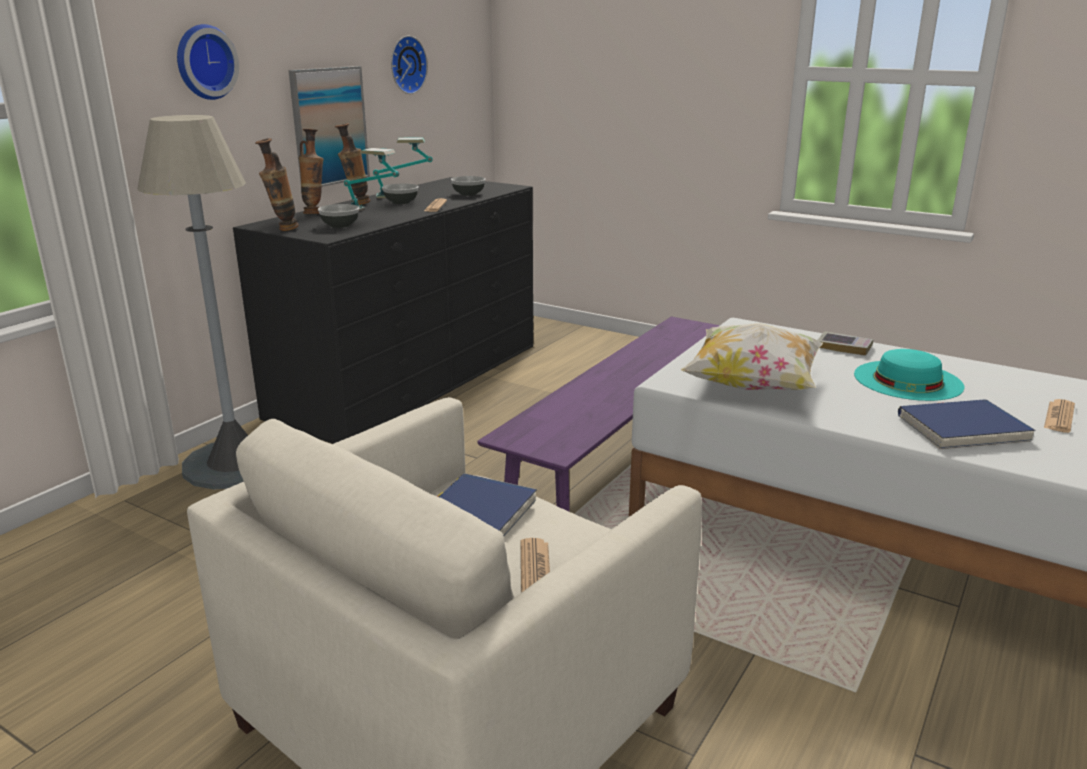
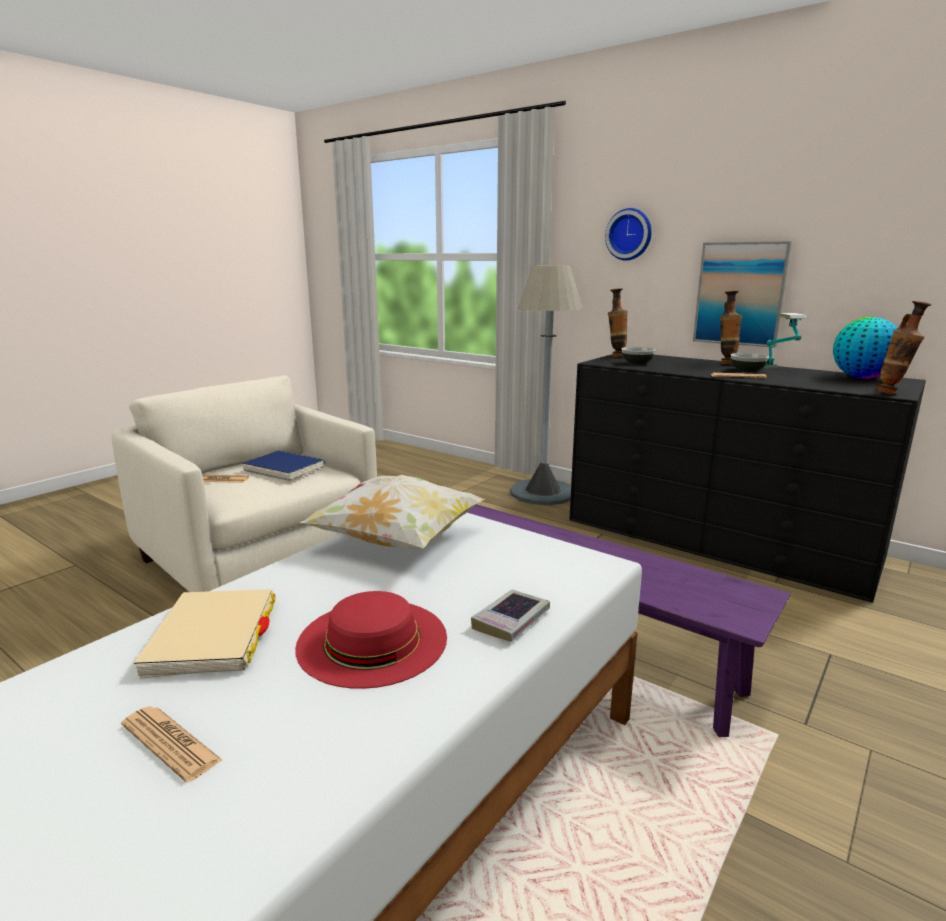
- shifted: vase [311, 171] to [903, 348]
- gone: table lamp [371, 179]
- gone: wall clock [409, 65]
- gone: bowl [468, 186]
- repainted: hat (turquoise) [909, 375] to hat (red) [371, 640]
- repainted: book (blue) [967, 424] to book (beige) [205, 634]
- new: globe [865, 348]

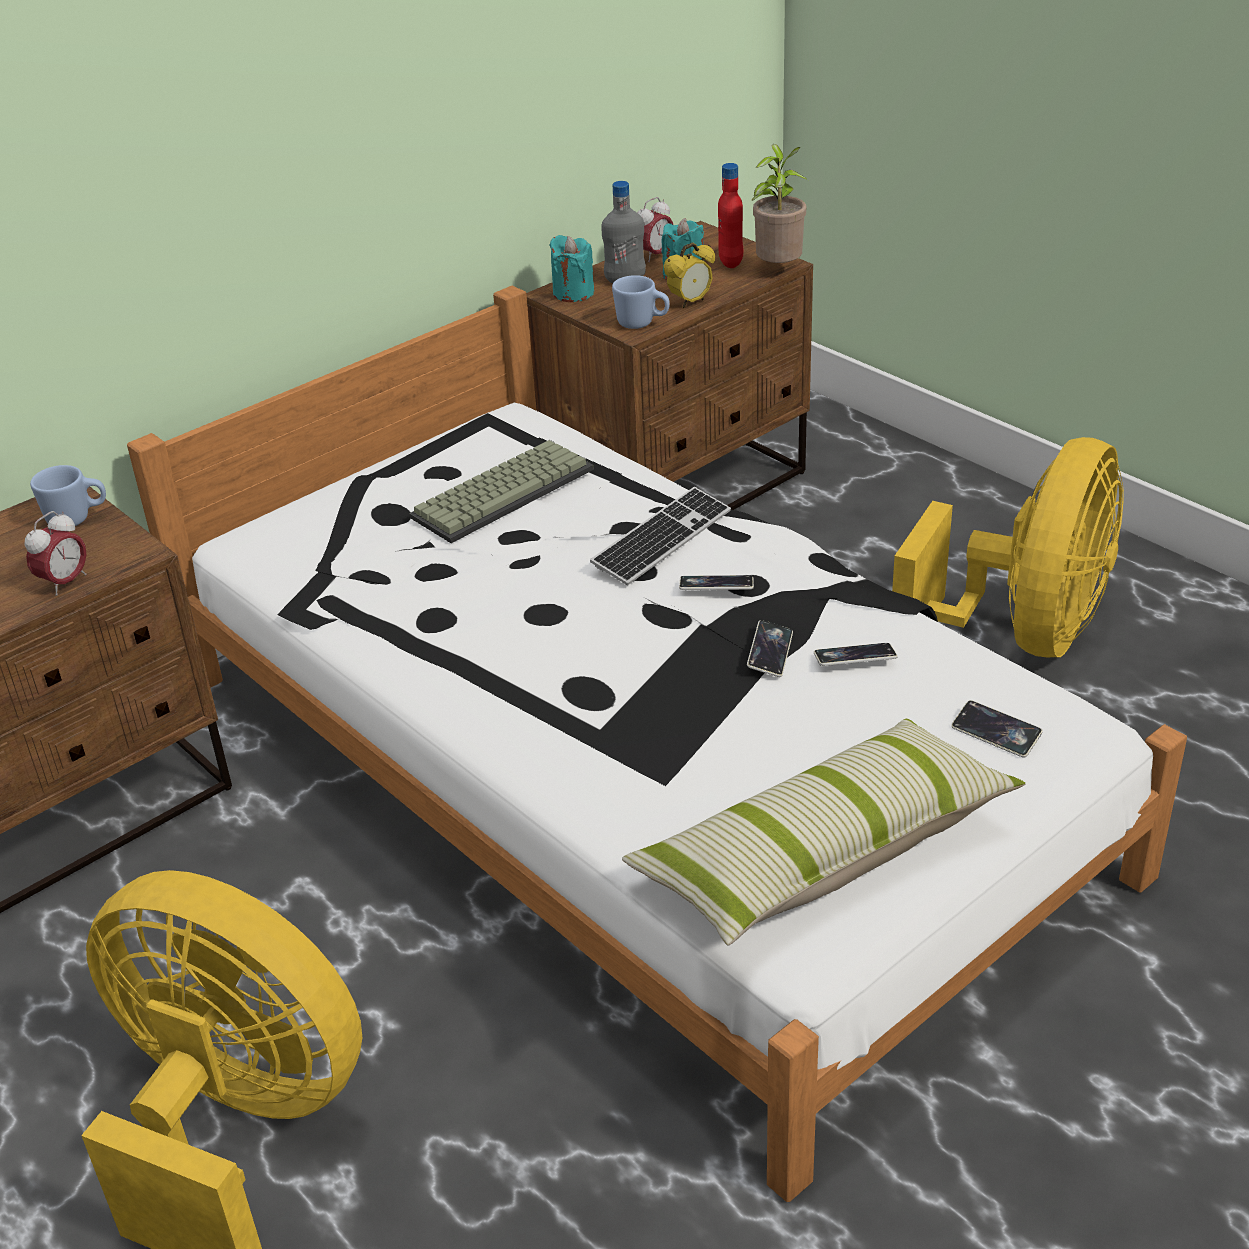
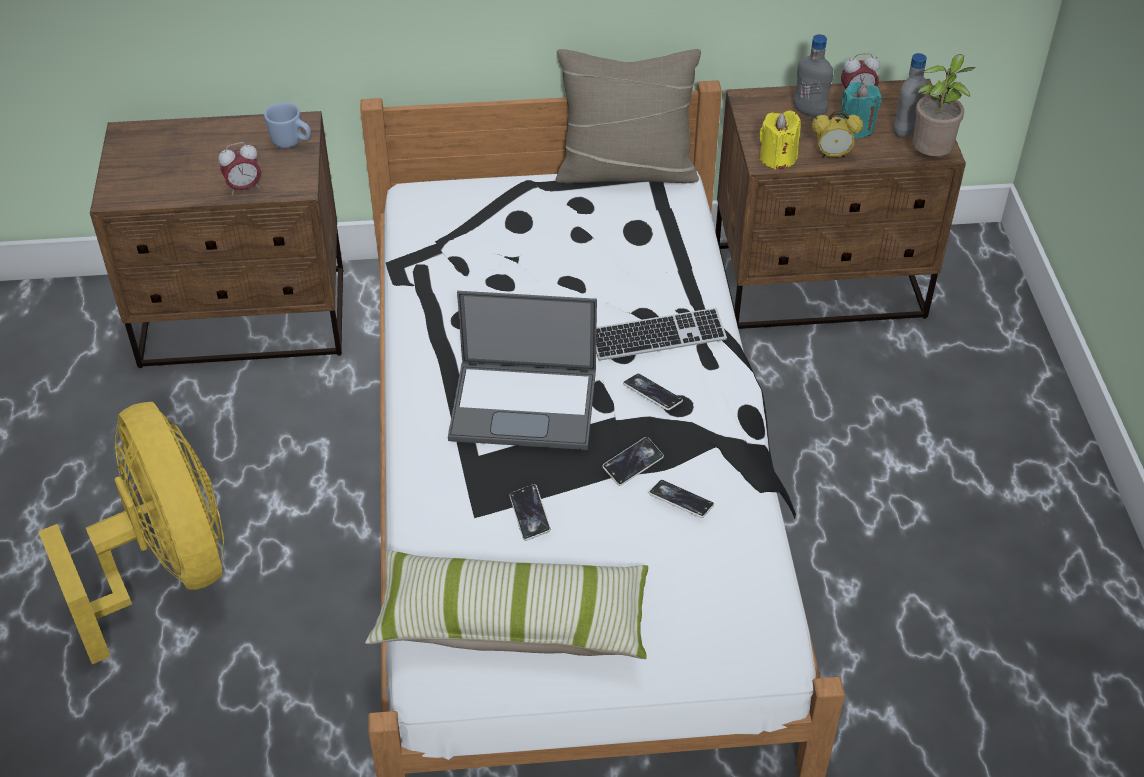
- gone: keyboard [502, 491]
- gone: candle (turquoise) [571, 268]
- swapped: mug (blue) [641, 302] to candle (yellow) [780, 140]
- repainted: bottle (red) [731, 215] to bottle (grey) [910, 95]
- gone: fan (yellow) [1008, 547]
- shifted: phone [997, 729] to [530, 512]
- new: laptop [522, 370]
- new: pillow (beige) [628, 116]

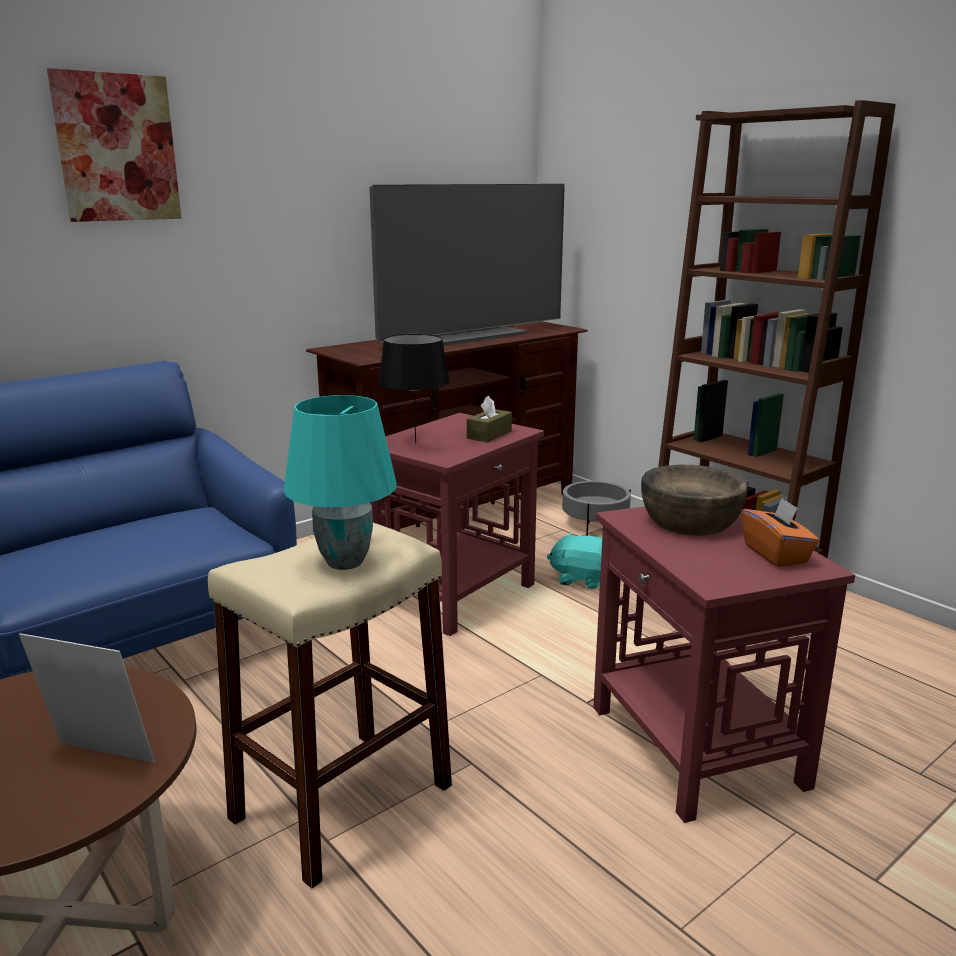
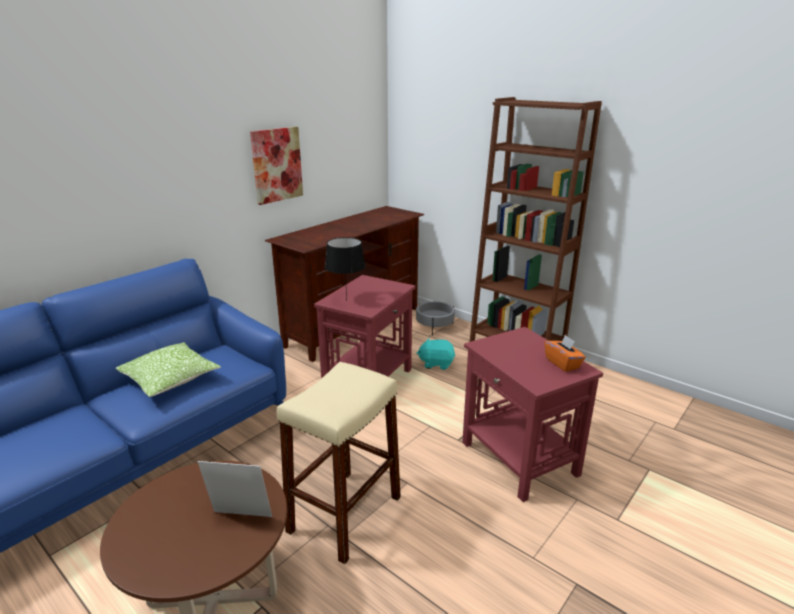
- shifted: picture [114, 145] to [276, 166]
- gone: table lamp (turquoise) [340, 482]
- gone: television [467, 265]
- gone: tissue box (brown) [489, 419]
- gone: bowl (brown) [694, 500]
- new: pillow [168, 369]

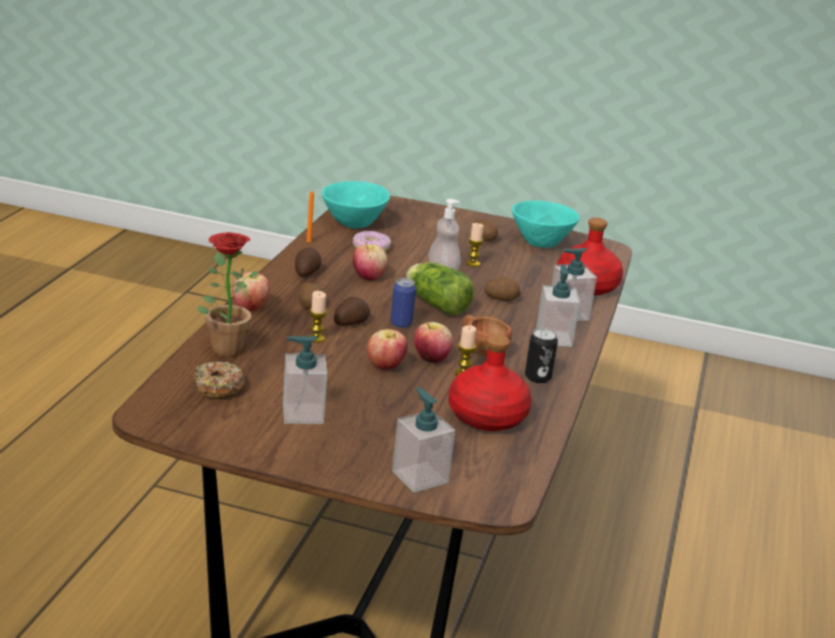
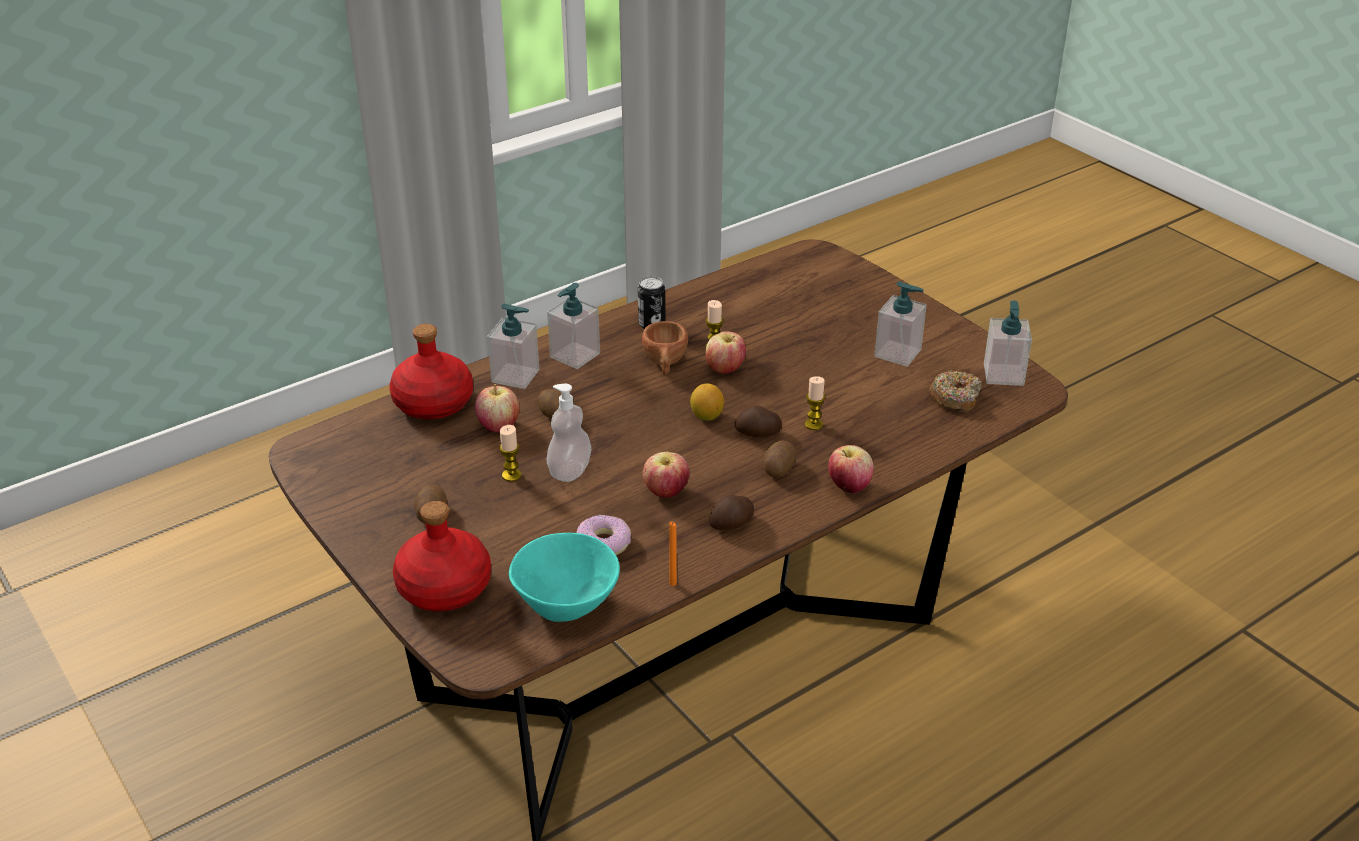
- gone: potted plant [227, 294]
- shifted: apple [387, 349] to [497, 408]
- swapped: can [403, 303] to lemon [707, 402]
- shifted: soap dispenser [423, 439] to [1008, 343]
- gone: lettuce [440, 288]
- shifted: bottle (red) [490, 382] to [442, 556]
- gone: bowl (turquoise) [546, 224]

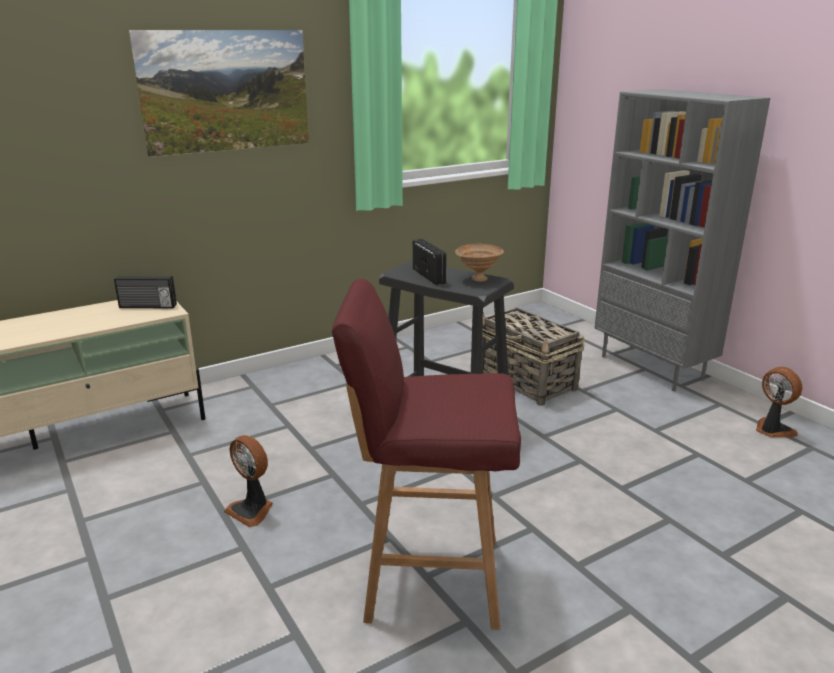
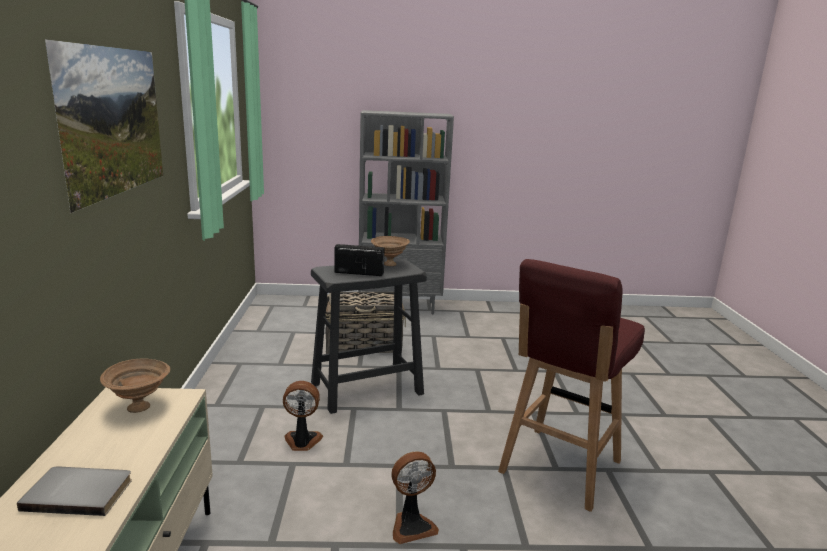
- swapped: radio [145, 292] to bowl (brown) [135, 385]
- shifted: fan [779, 402] to [303, 416]
- new: book (grey) [74, 491]

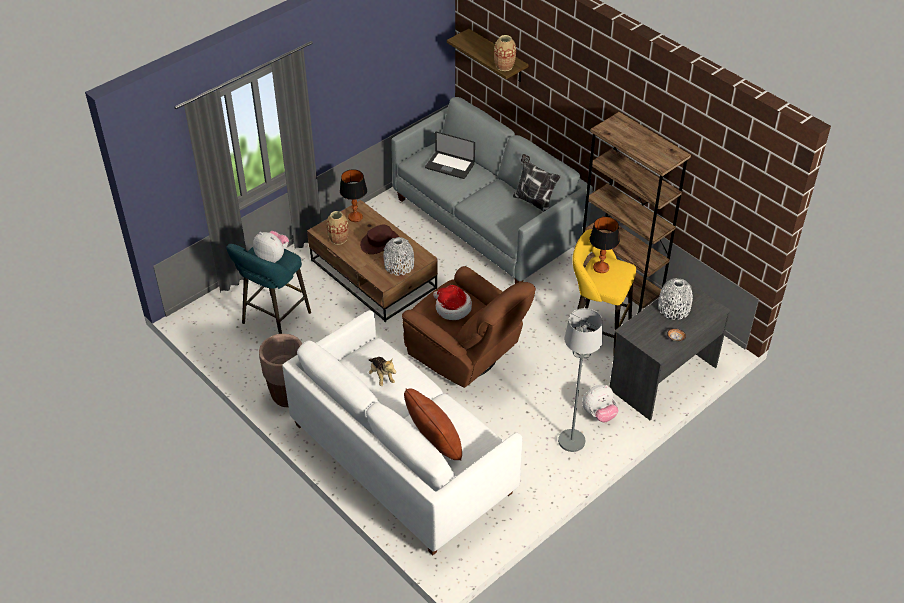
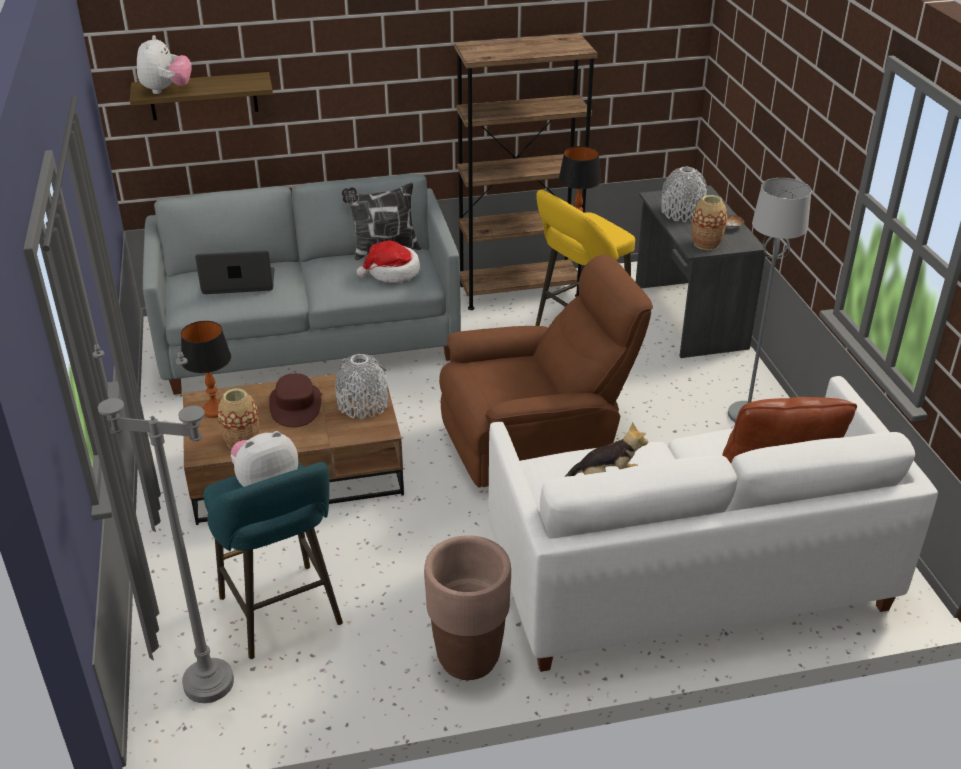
- rotated: laptop [450, 155] = [234, 272] 150 degrees counterclockwise
- shifted: hat [452, 302] to [388, 262]
- shifted: vase [505, 53] to [709, 222]
- shifted: plush toy [600, 403] to [164, 64]
- new: floor lamp (grey) [163, 523]

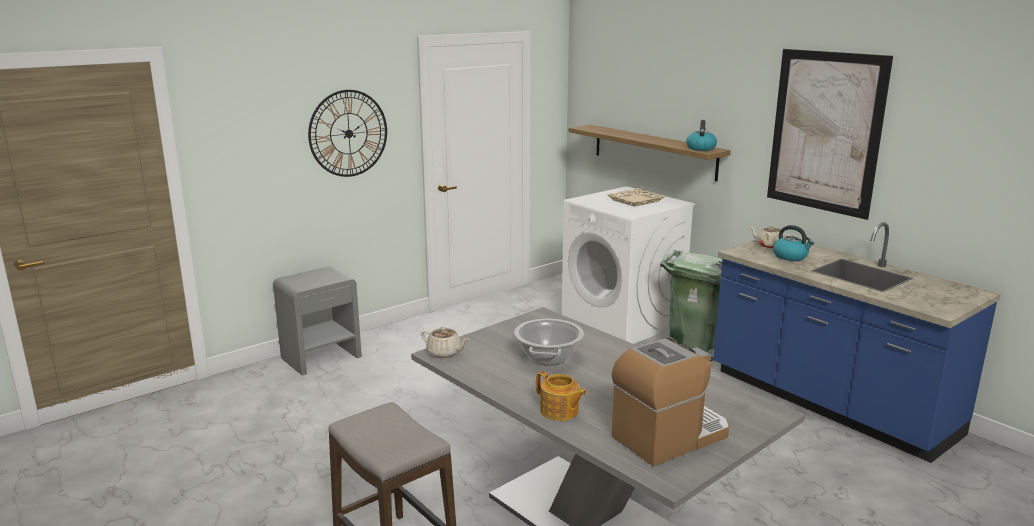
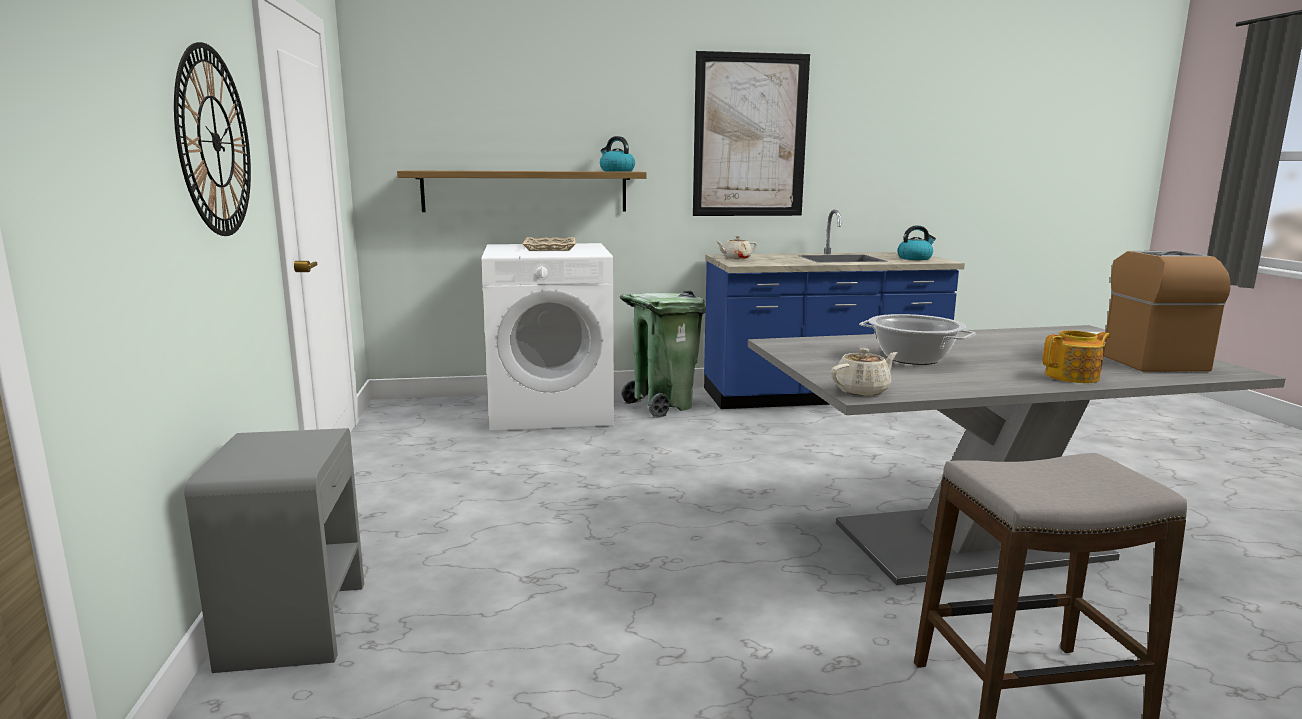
- shifted: kettle [793, 243] to [916, 242]

